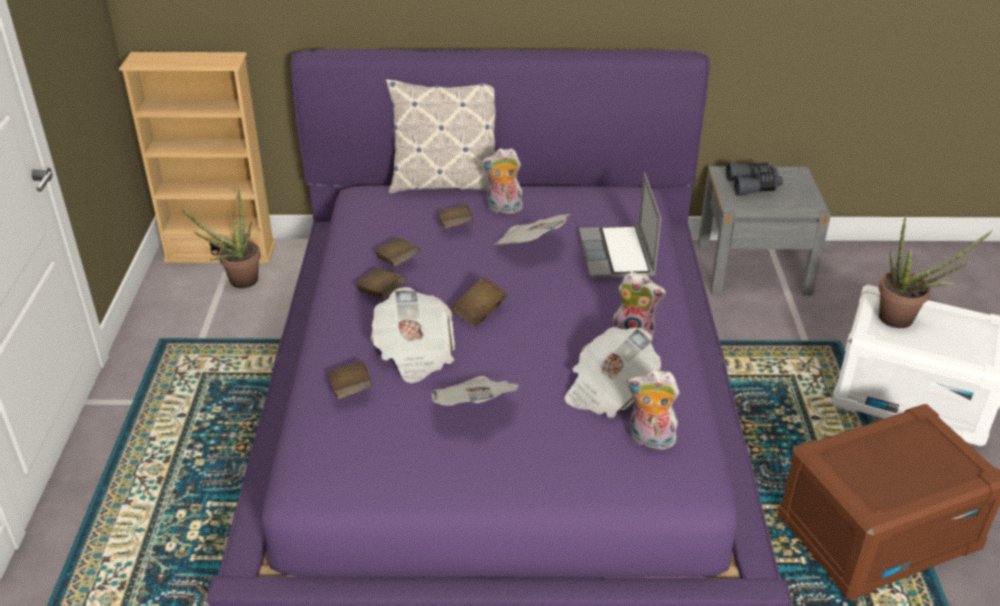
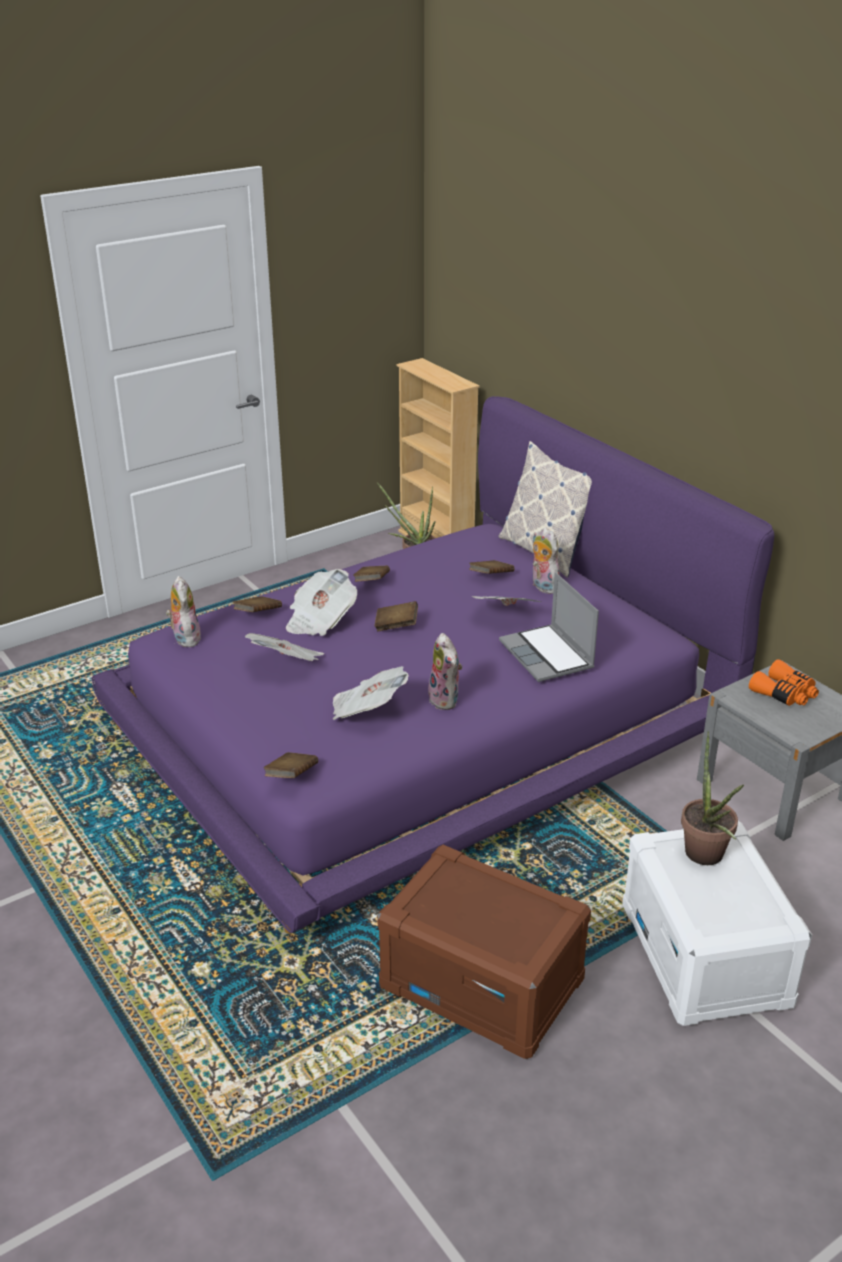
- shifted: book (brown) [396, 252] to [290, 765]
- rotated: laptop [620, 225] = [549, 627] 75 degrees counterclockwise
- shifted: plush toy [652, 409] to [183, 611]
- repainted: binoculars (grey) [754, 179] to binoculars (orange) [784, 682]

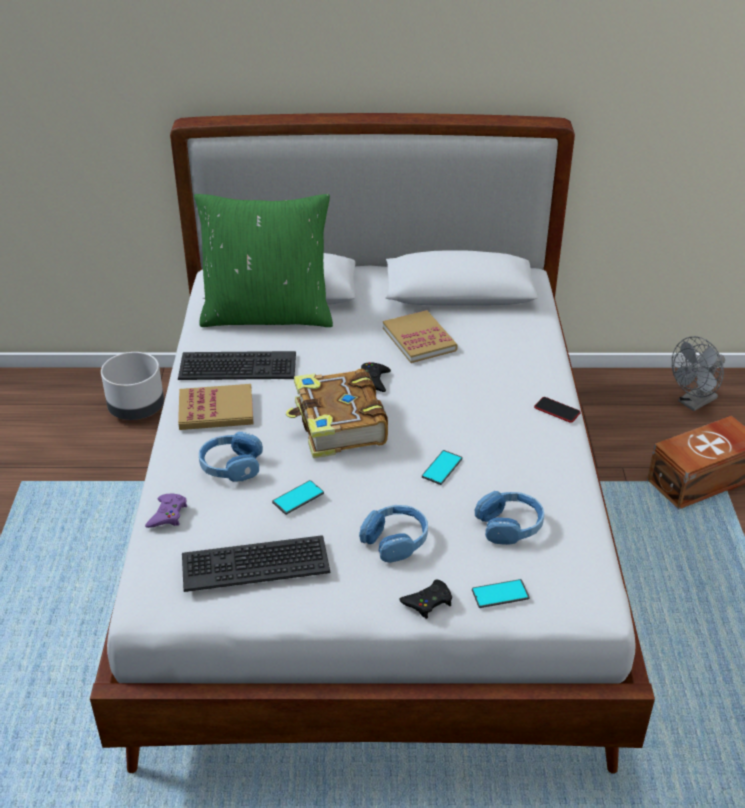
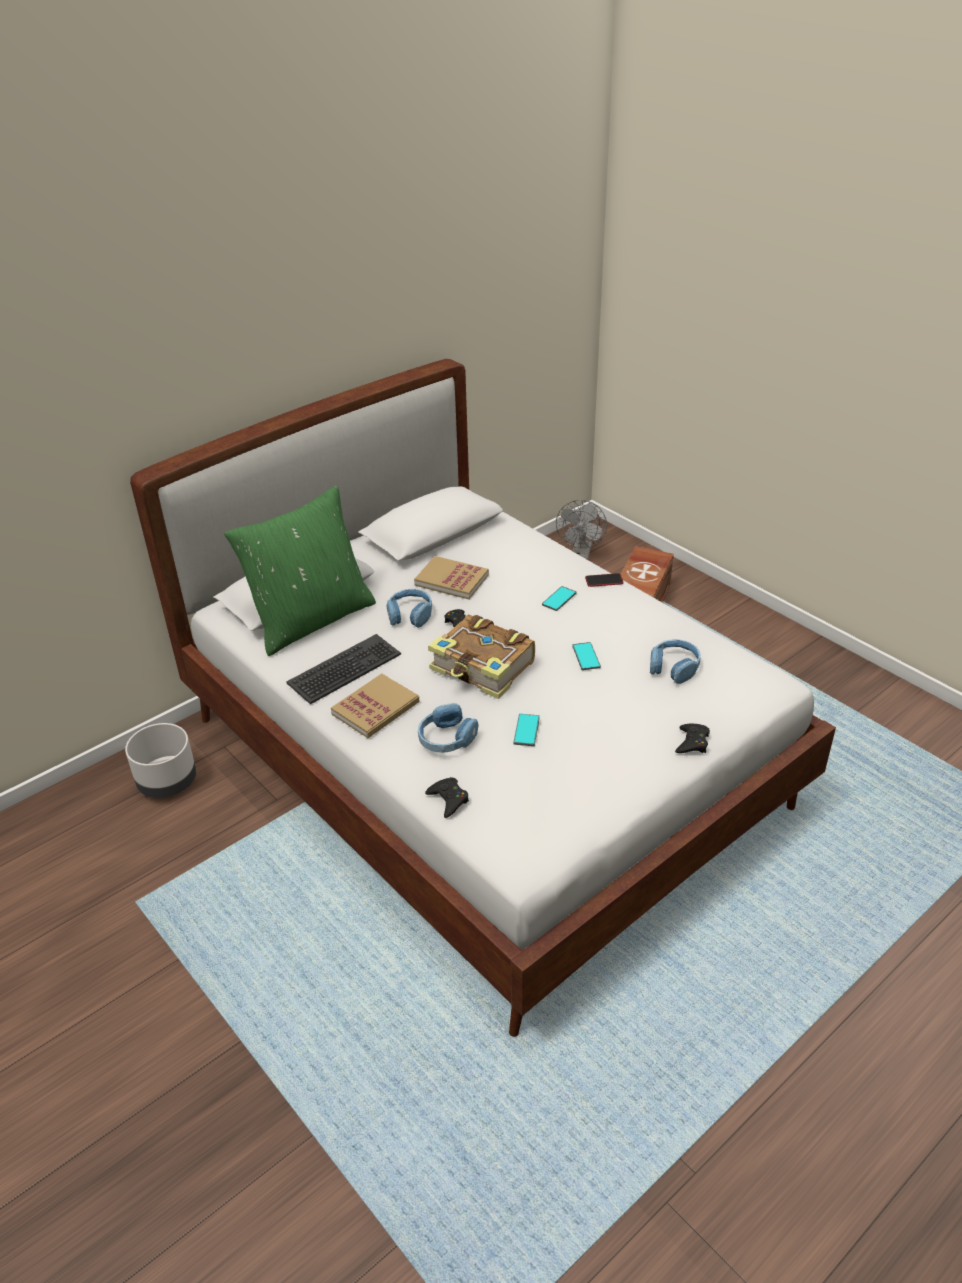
- repainted: game controller (purple) [166, 511] to game controller (black) [447, 797]
- gone: keyboard [256, 563]
- shifted: headphones (blue) [393, 534] to [409, 608]
- shifted: phone [501, 593] to [559, 598]

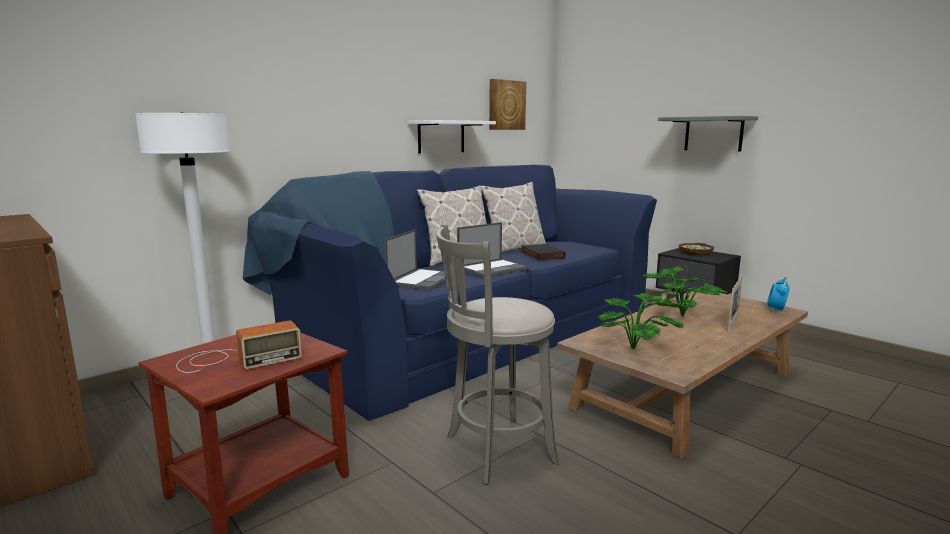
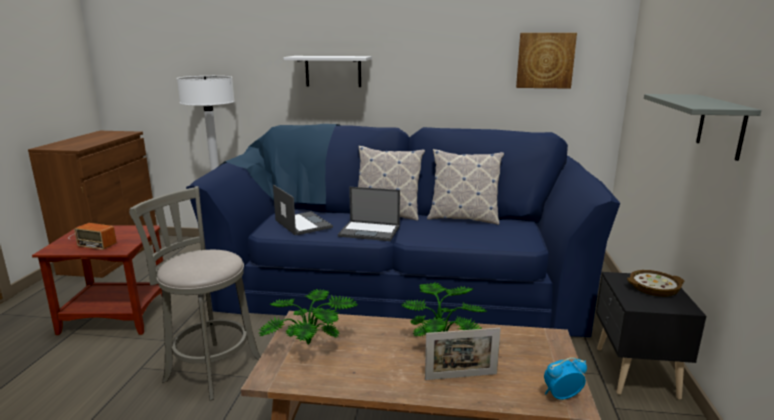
- rotated: laptop [420, 259] = [303, 210] 105 degrees counterclockwise
- shifted: shelf (white) [452, 136] to [327, 71]
- gone: book (black) [543, 251]

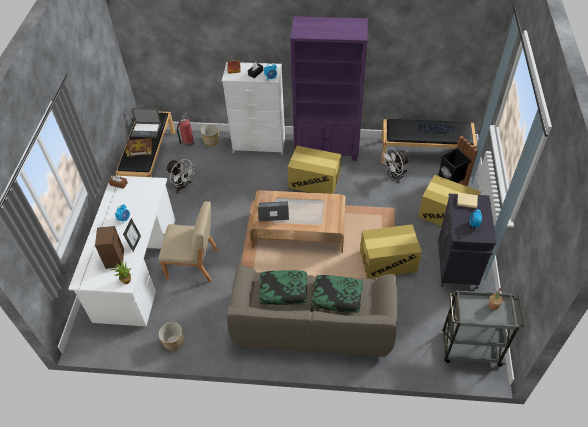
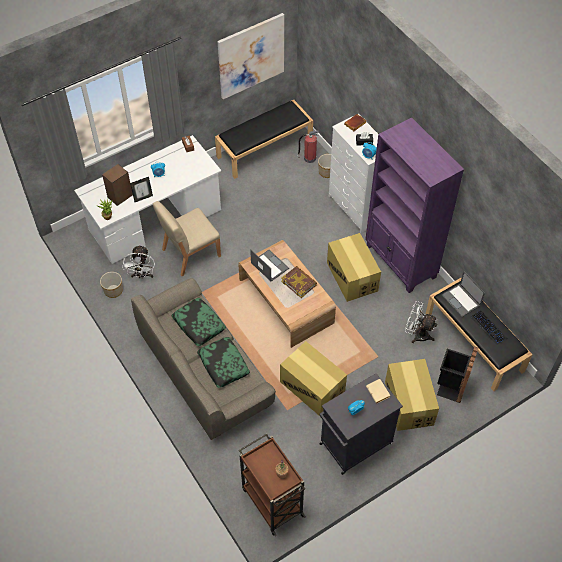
- shifted: book [138, 147] to [299, 282]
- shifted: laptop [146, 123] to [463, 294]
- rotated: chair (beige) [188, 241] = [187, 238] 90 degrees clockwise
- shifted: fan (white) [180, 176] to [138, 261]
- repainted: cart (grey) [483, 328] to cart (brown) [272, 485]
- new: picture [250, 56]

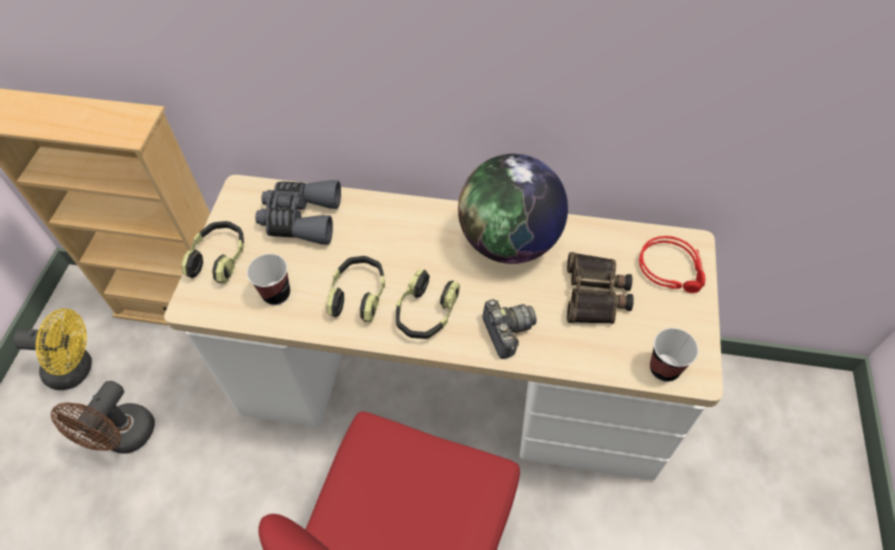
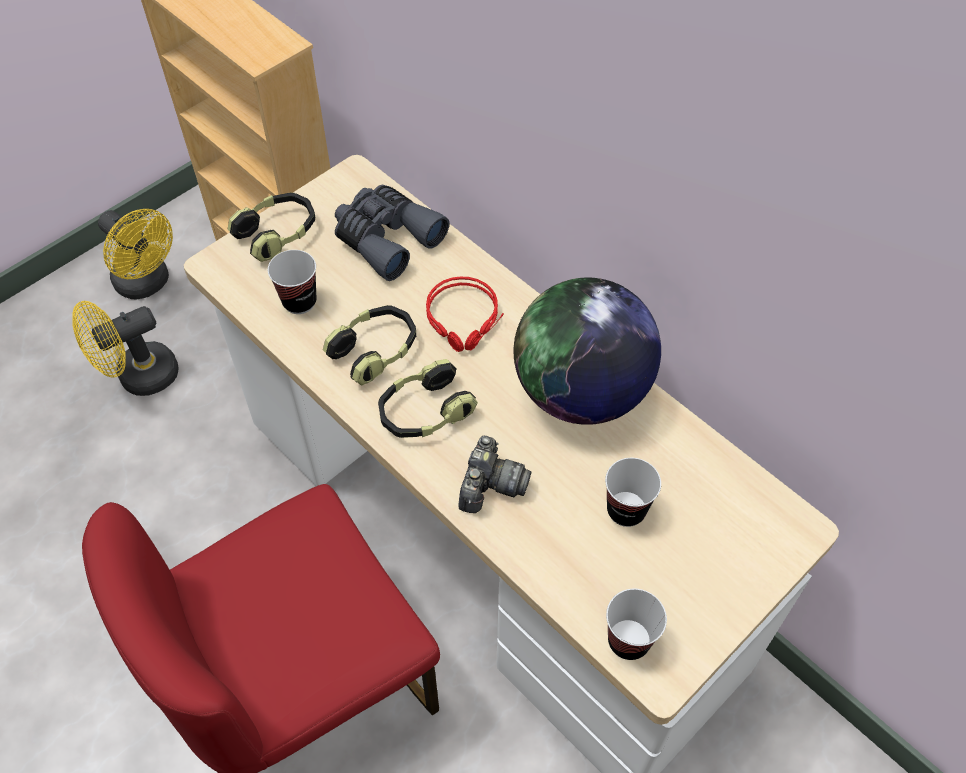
- repainted: fan (brown) [103, 417] to fan (yellow) [125, 348]
- swapped: binoculars [600, 288] to cup [633, 492]
- shifted: headphones (red) [672, 264] to [465, 314]

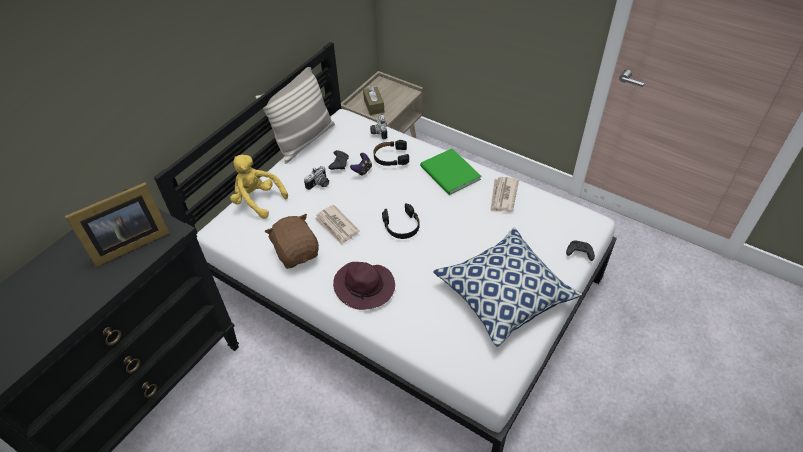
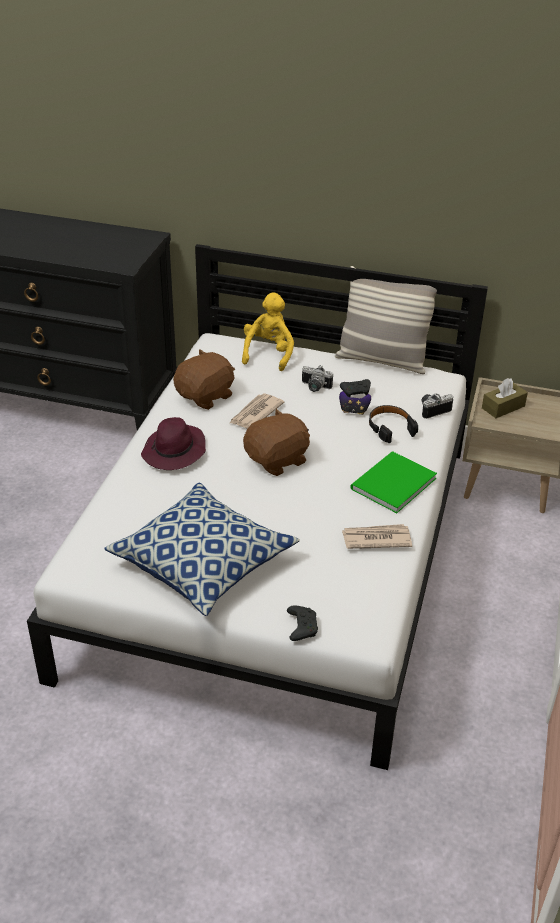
- gone: picture frame [117, 224]
- swapped: headphones (black) [400, 221] to plush toy (brown) [276, 442]

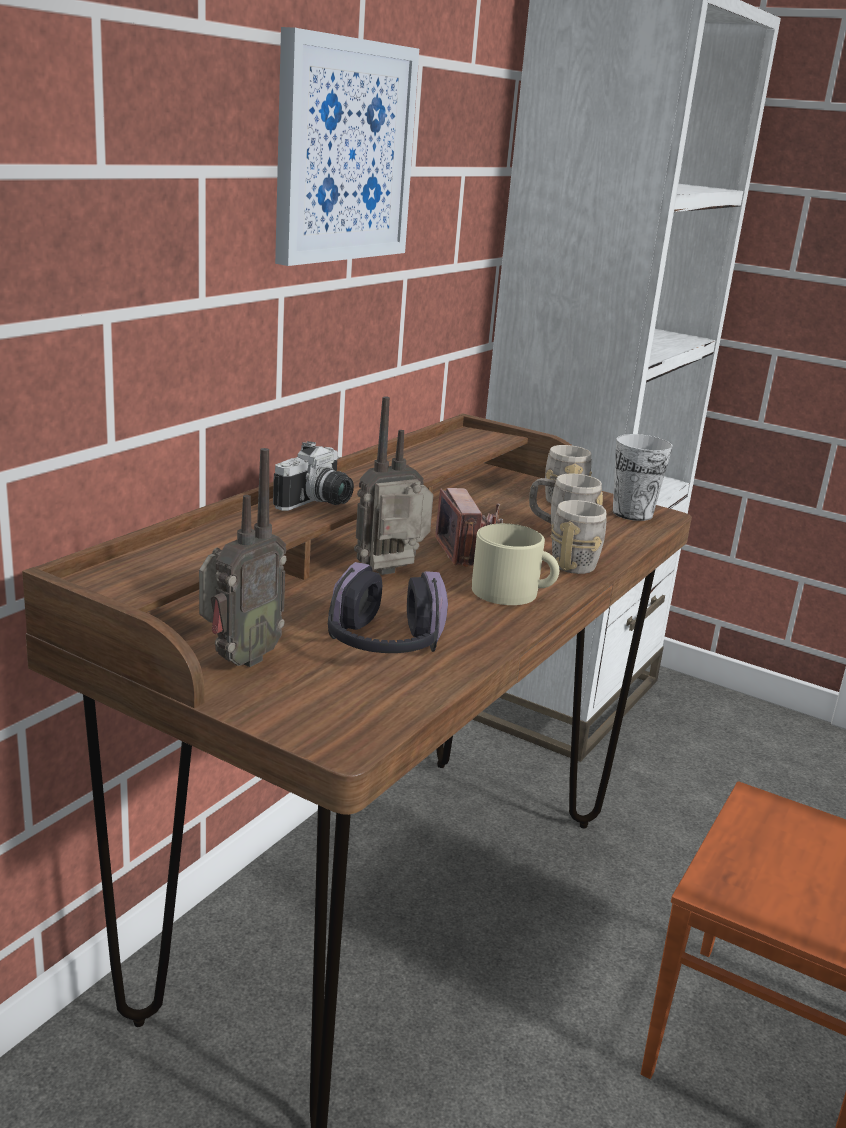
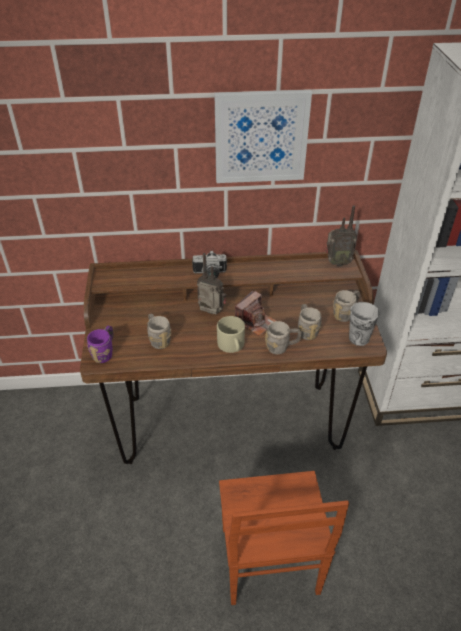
- shifted: radio [243, 557] to [341, 236]
- swapped: headphones [388, 607] to mug (grey) [159, 331]
- new: mug (purple) [100, 344]

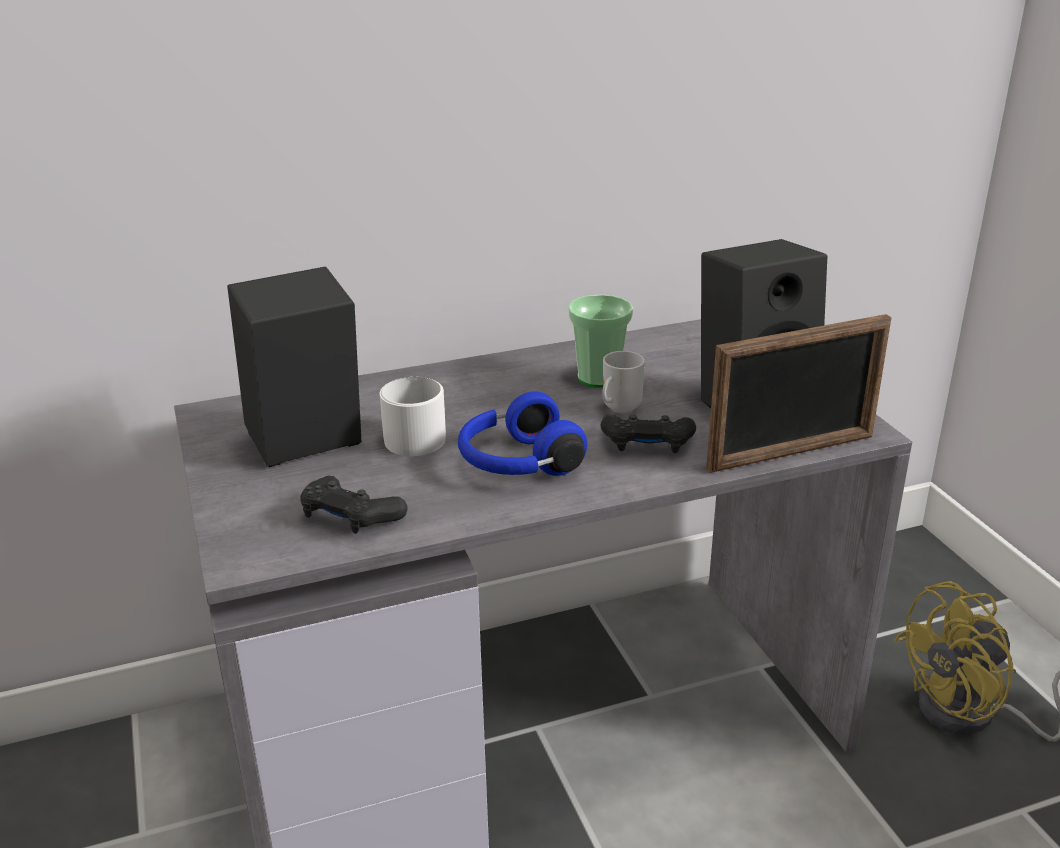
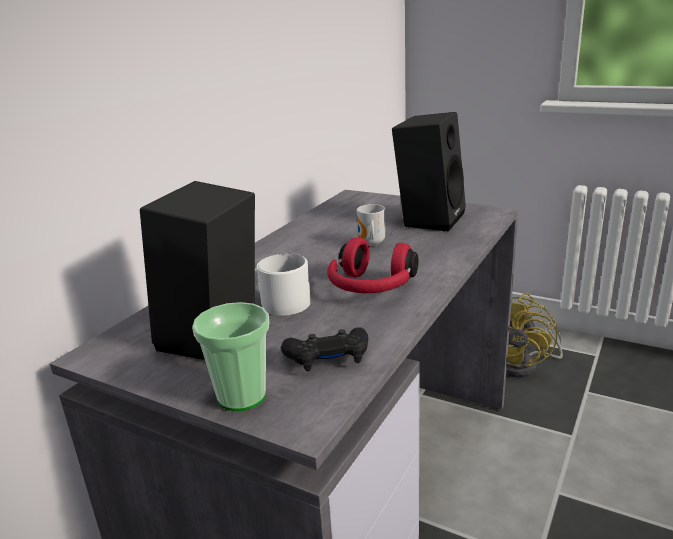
- repainted: headphones (blue) [522, 434] to headphones (red) [373, 265]
- shifted: cup [600, 341] to [230, 356]
- gone: game controller (black) [648, 433]
- gone: picture frame [798, 393]

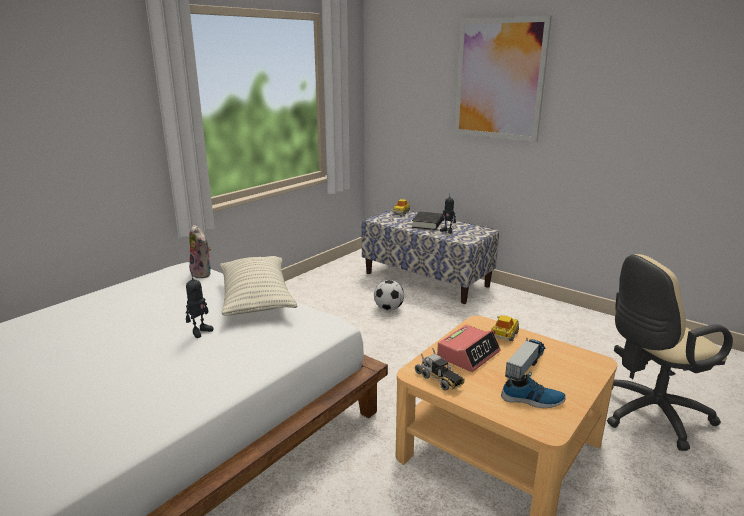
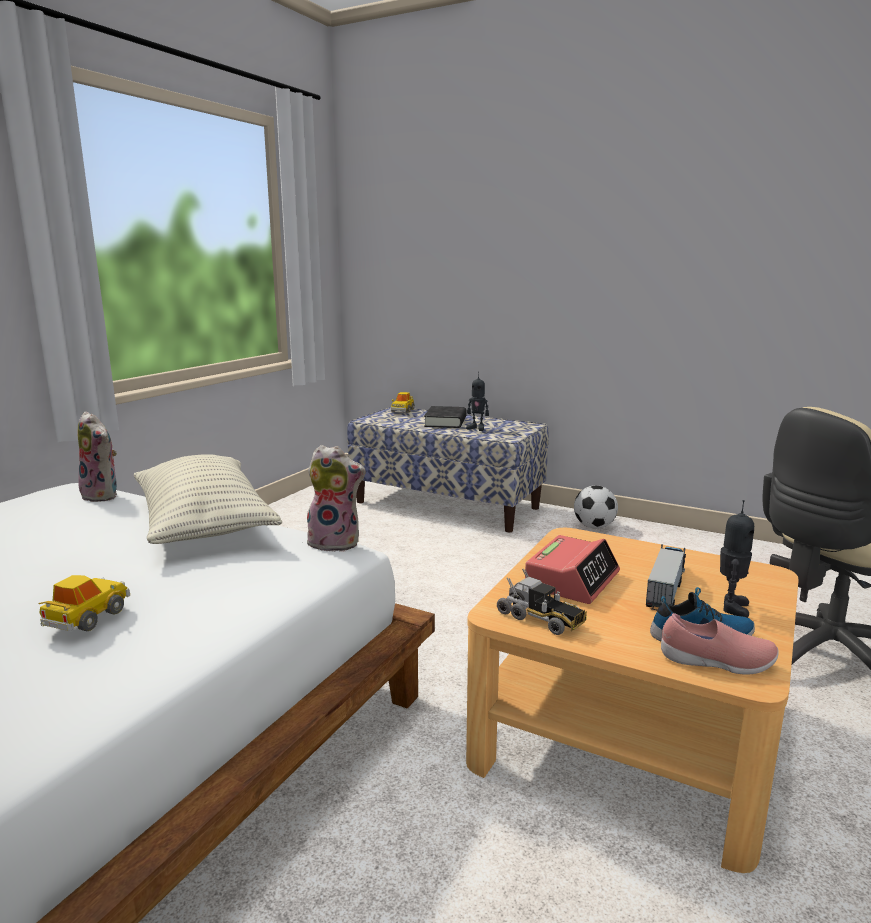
- shifted: toy robot [200, 305] to [737, 559]
- shifted: football [389, 295] to [596, 507]
- gone: picture [503, 79]
- shifted: toy car [505, 328] to [84, 603]
- new: plush toy [336, 498]
- new: shoe (pink) [720, 643]

